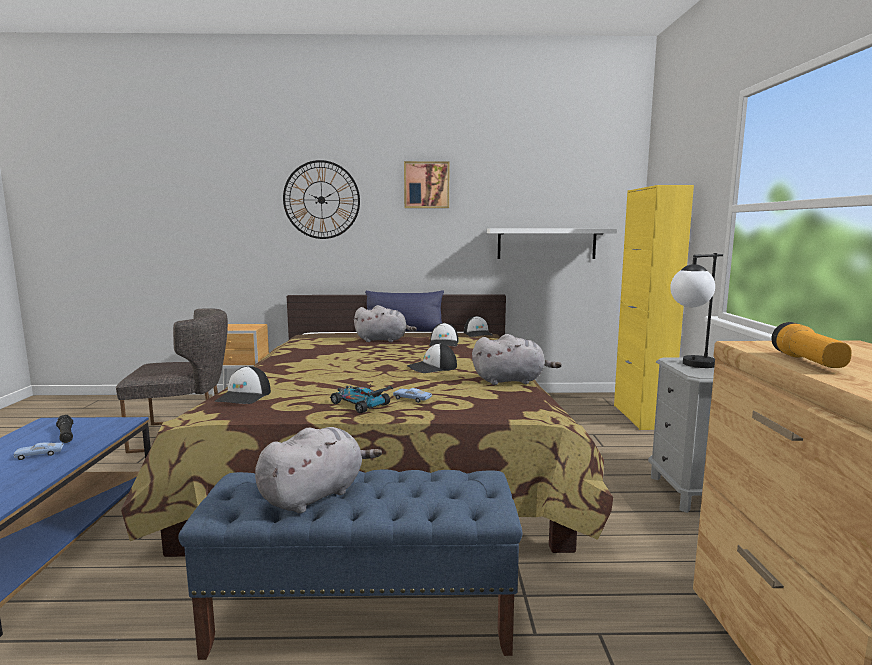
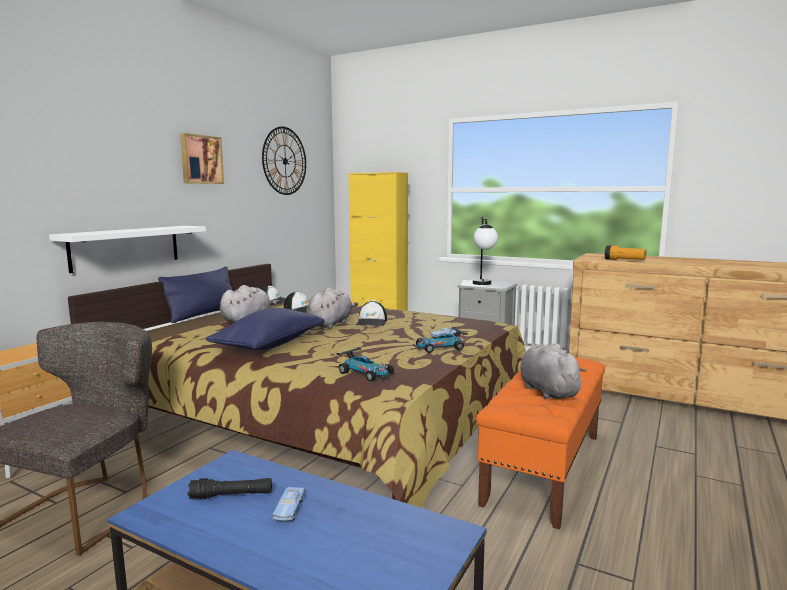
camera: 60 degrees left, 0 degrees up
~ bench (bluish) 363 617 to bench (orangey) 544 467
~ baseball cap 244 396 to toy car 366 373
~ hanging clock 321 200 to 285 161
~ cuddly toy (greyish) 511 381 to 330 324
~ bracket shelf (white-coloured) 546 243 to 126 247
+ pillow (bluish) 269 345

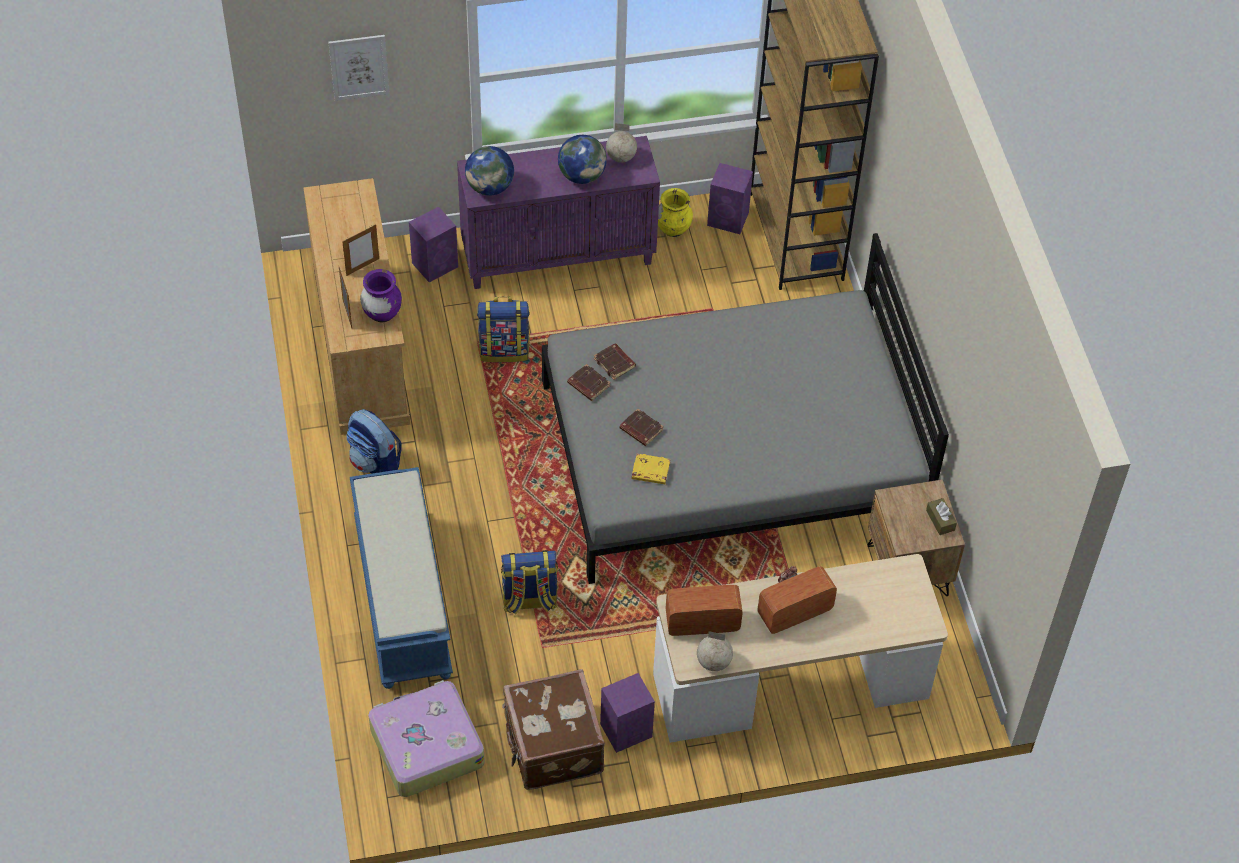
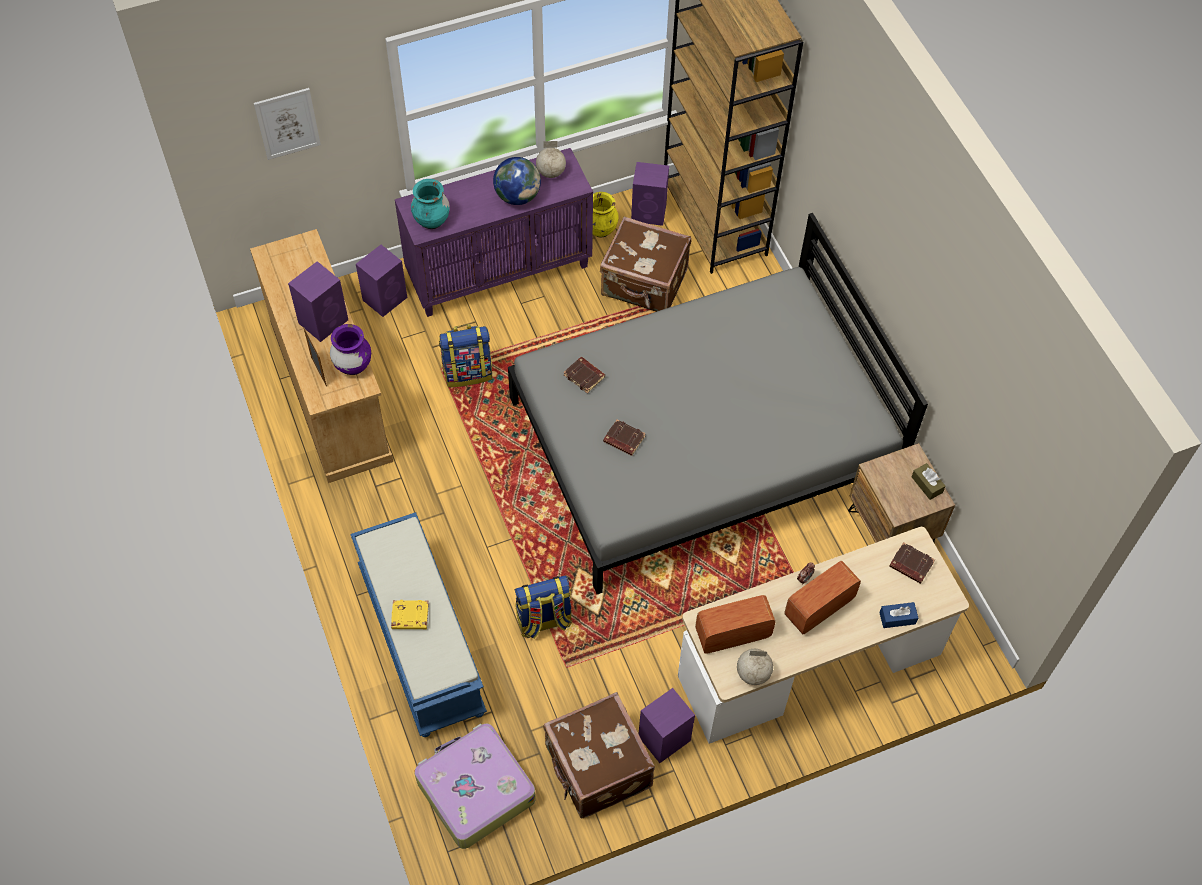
camera: 10 degrees left, 5 degrees up
~ photo frame 362 267 to audio speaker (purplish) 324 321
- rucksack 375 463
~ globe 490 187 to vase (turquoise) 432 221
~ volume (brown-coloured) 588 385 to 910 565
~ volume (yellow) 650 471 to 409 617
+ suitcase (brown-coloured) 644 284
+ tissue box (bluish) 897 618

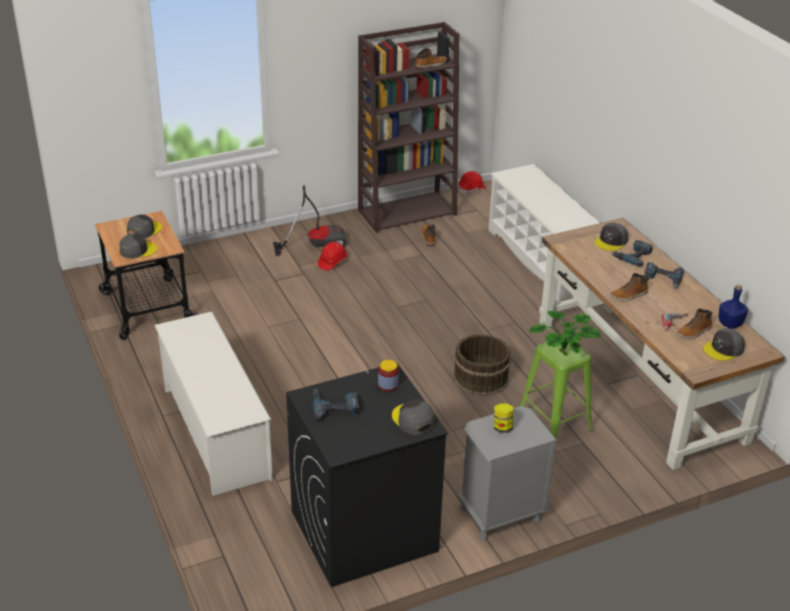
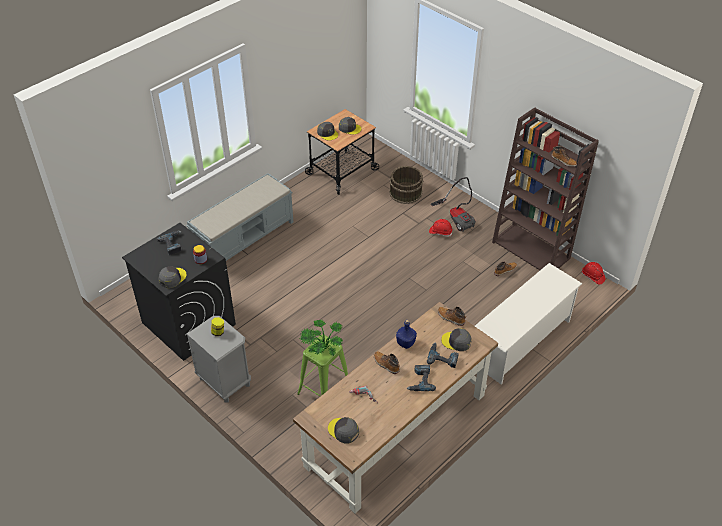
camera: 70 degrees right, 10 degrees up
~ shoe rack (white-coloured) 215 432 to bench (greyish) 245 238
~ pail (brown-coloured) 480 378 to 405 192
~ boot 694 332 to 450 318
~ beverage bottle (bluish) 730 323 to 406 343

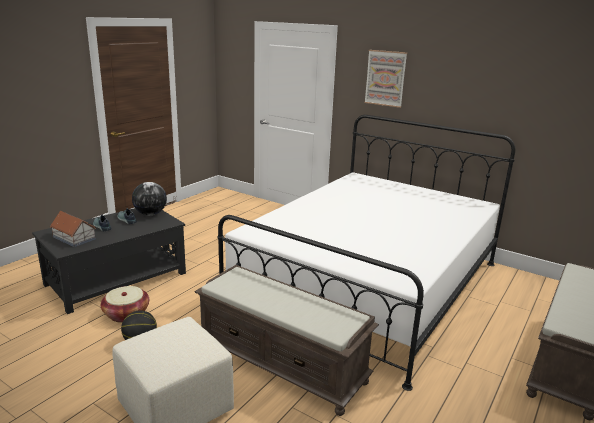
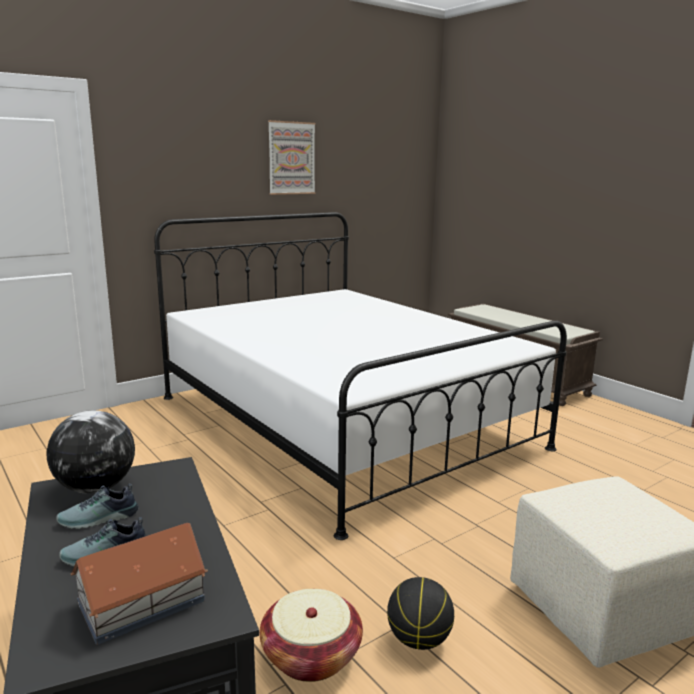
camera: 70 degrees left, 5 degrees down
- bench (brown-coloured) 282 363
~ wall art 385 78 to 291 158

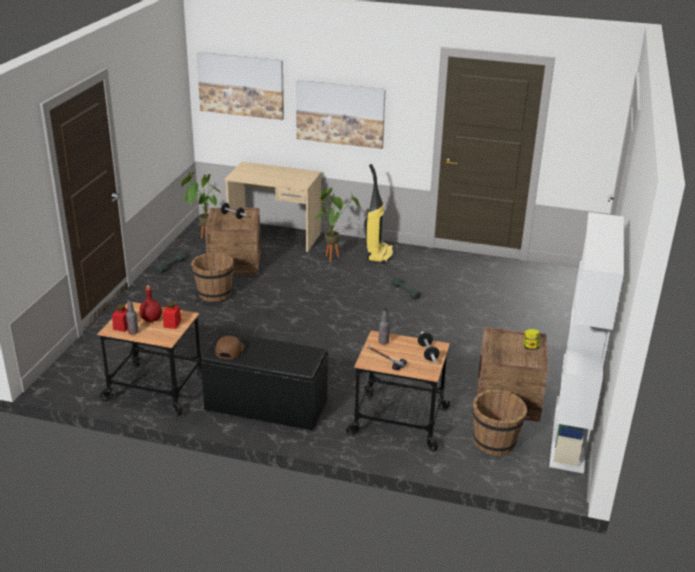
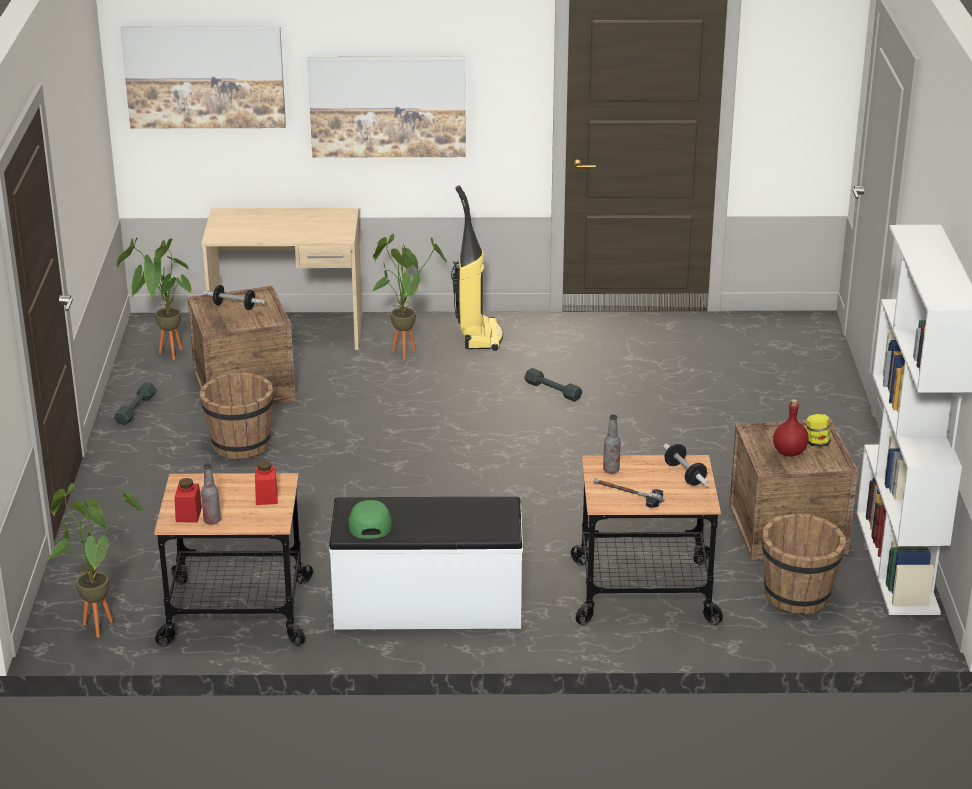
camera: 15 degrees left, 0 degrees up
~ beverage bottle (reddish) 151 319 to 789 452
~ bench (black) 266 405 to bench (white-coloured) 428 605
~ baseball cap (brown-coloured) 229 350 to baseball cap (greenish) 369 524
+ potted plant 100 623

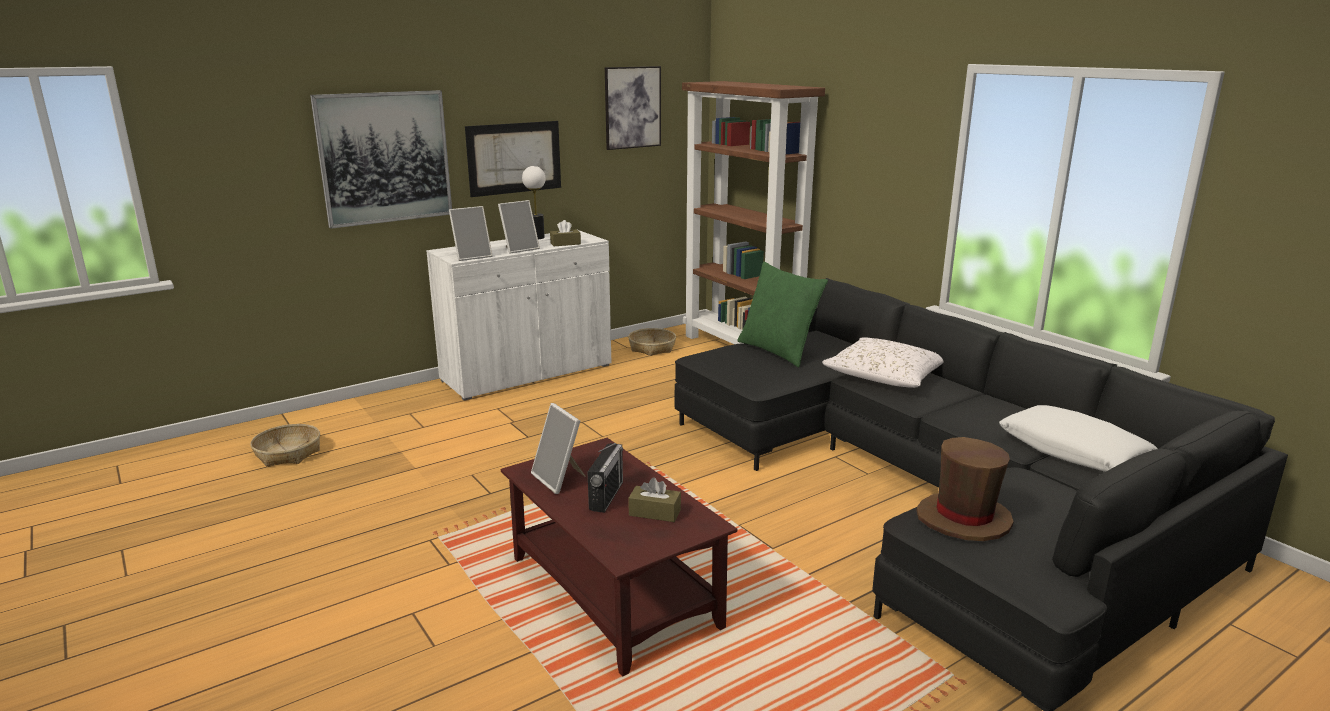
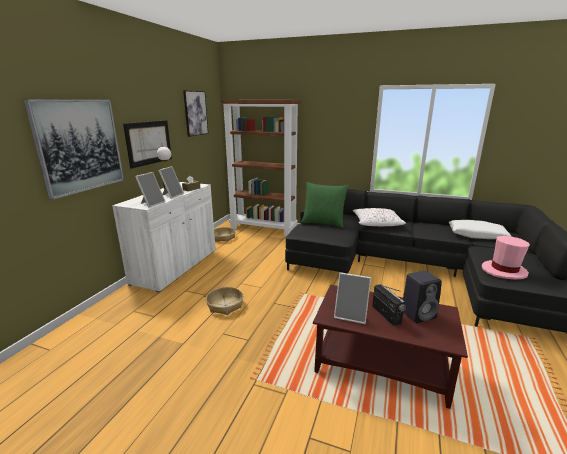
camera: 35 degrees left, 0 degrees up
~ household basket 288 453 to 225 305
~ tissue box (brown-coloured) 654 512 to audio speaker (black) 418 314
~ clothing hat (brown-coloured) 963 519 to clothing hat (pink) 504 271

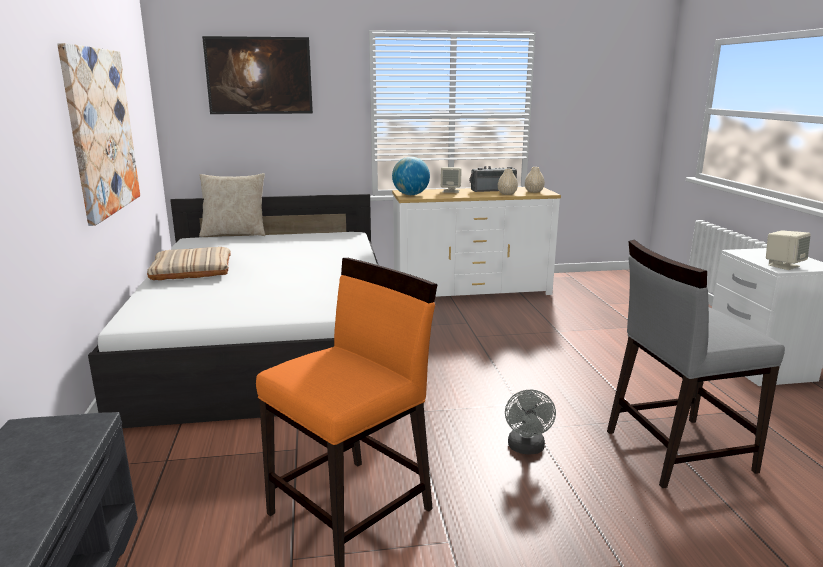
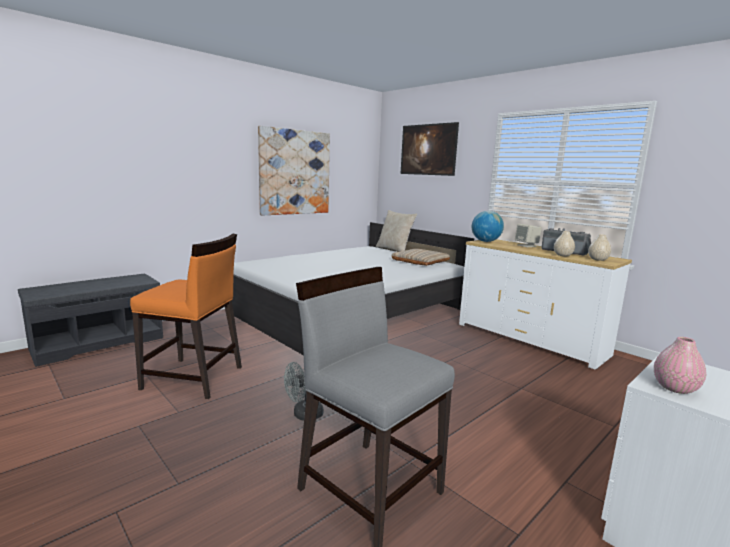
camera: 55 degrees right, 5 degrees down
~ pillow (beige) 192 270 to 420 261
~ audio speaker (beige) 783 265 to vase (pink) 675 388

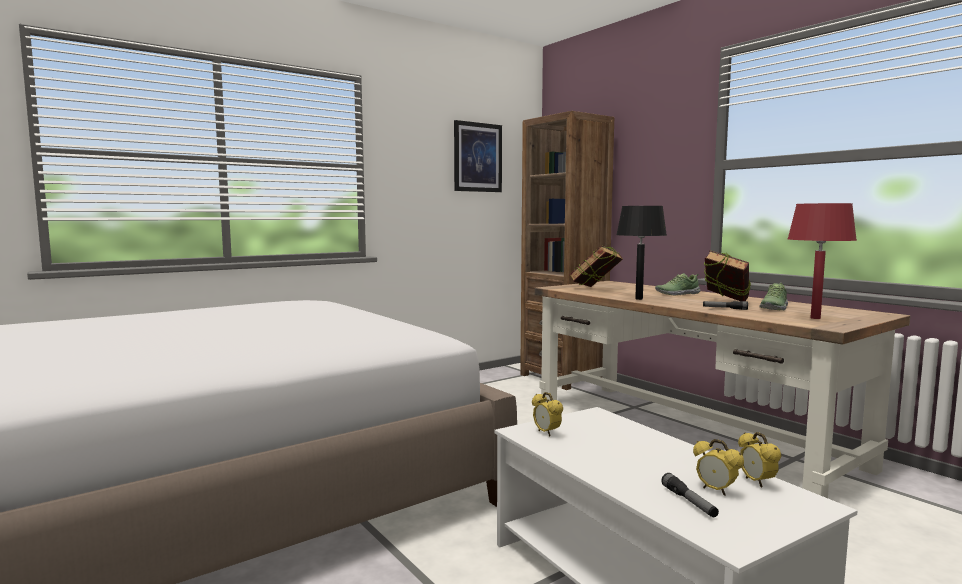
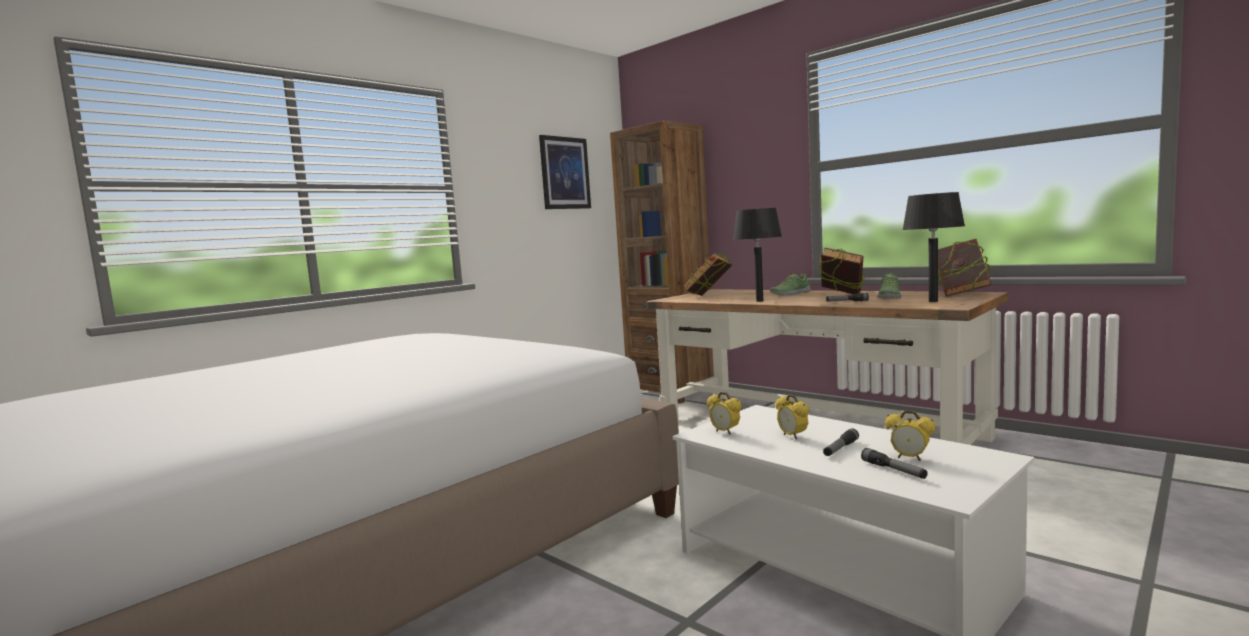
camera: 10 degrees left, 0 degrees up
~ table clock 757 482 to 792 436
~ lamp for a table (reddish) 815 318 to lamp for a table (black) 933 301
+ hand torch 840 449
+ volume 961 294

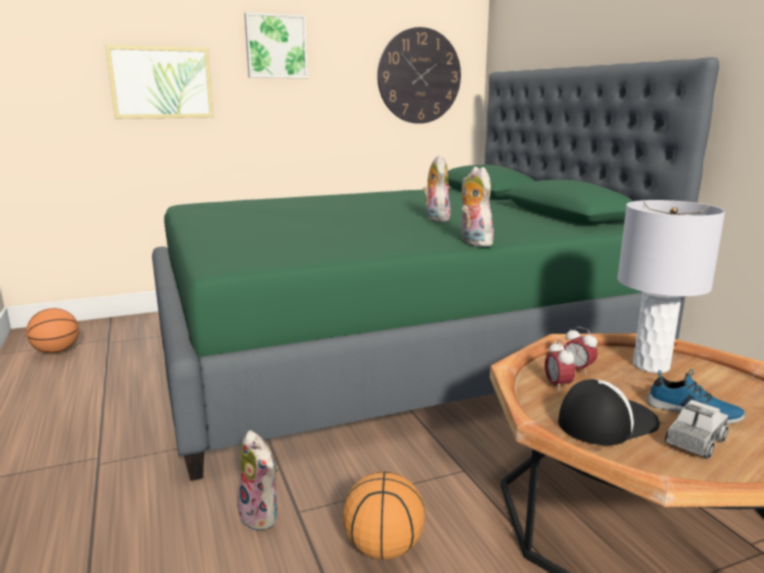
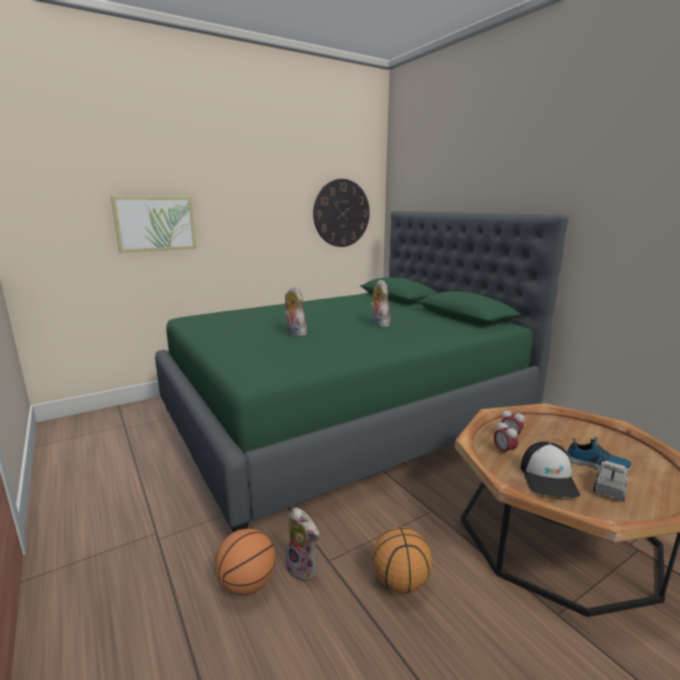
camera: 10 degrees left, 0 degrees up
~ basketball 56 352 to 247 584
- wall art 276 46
~ cuddly toy 473 242 to 294 333
~ baseball cap 606 422 = 549 478 135 degrees clockwise
- lamp for a table (greyish) 651 365

